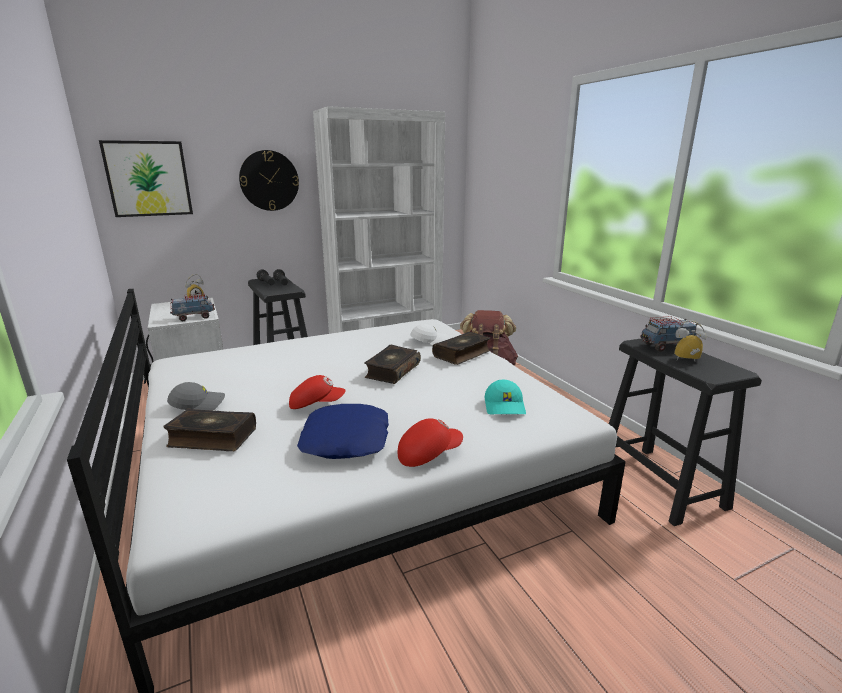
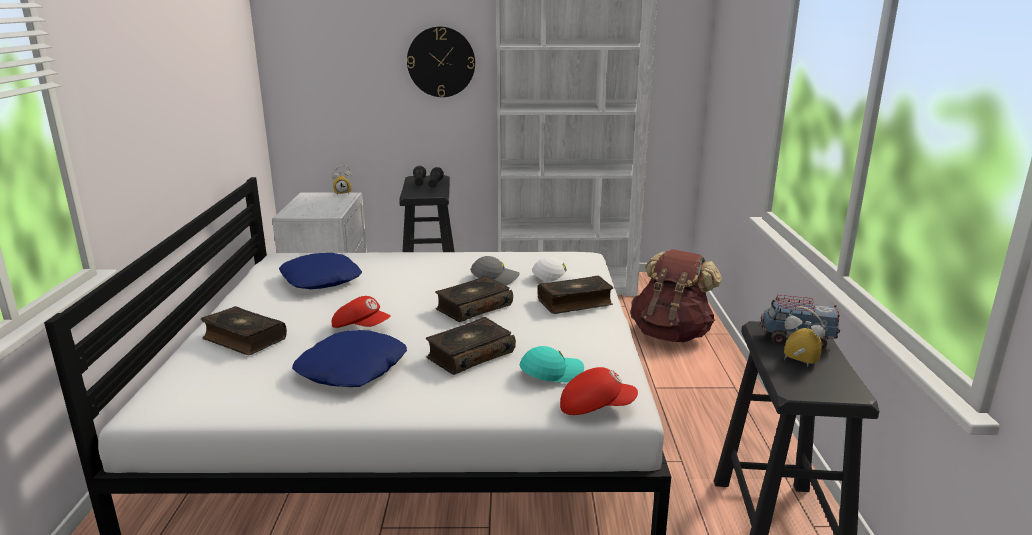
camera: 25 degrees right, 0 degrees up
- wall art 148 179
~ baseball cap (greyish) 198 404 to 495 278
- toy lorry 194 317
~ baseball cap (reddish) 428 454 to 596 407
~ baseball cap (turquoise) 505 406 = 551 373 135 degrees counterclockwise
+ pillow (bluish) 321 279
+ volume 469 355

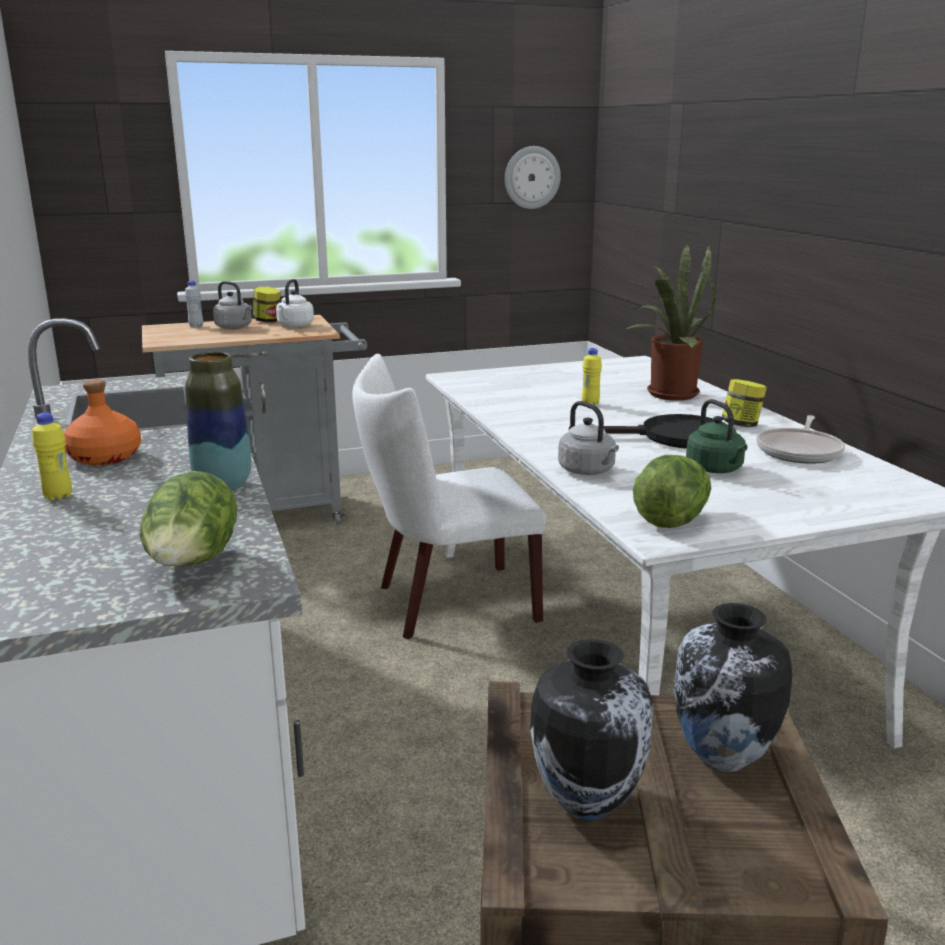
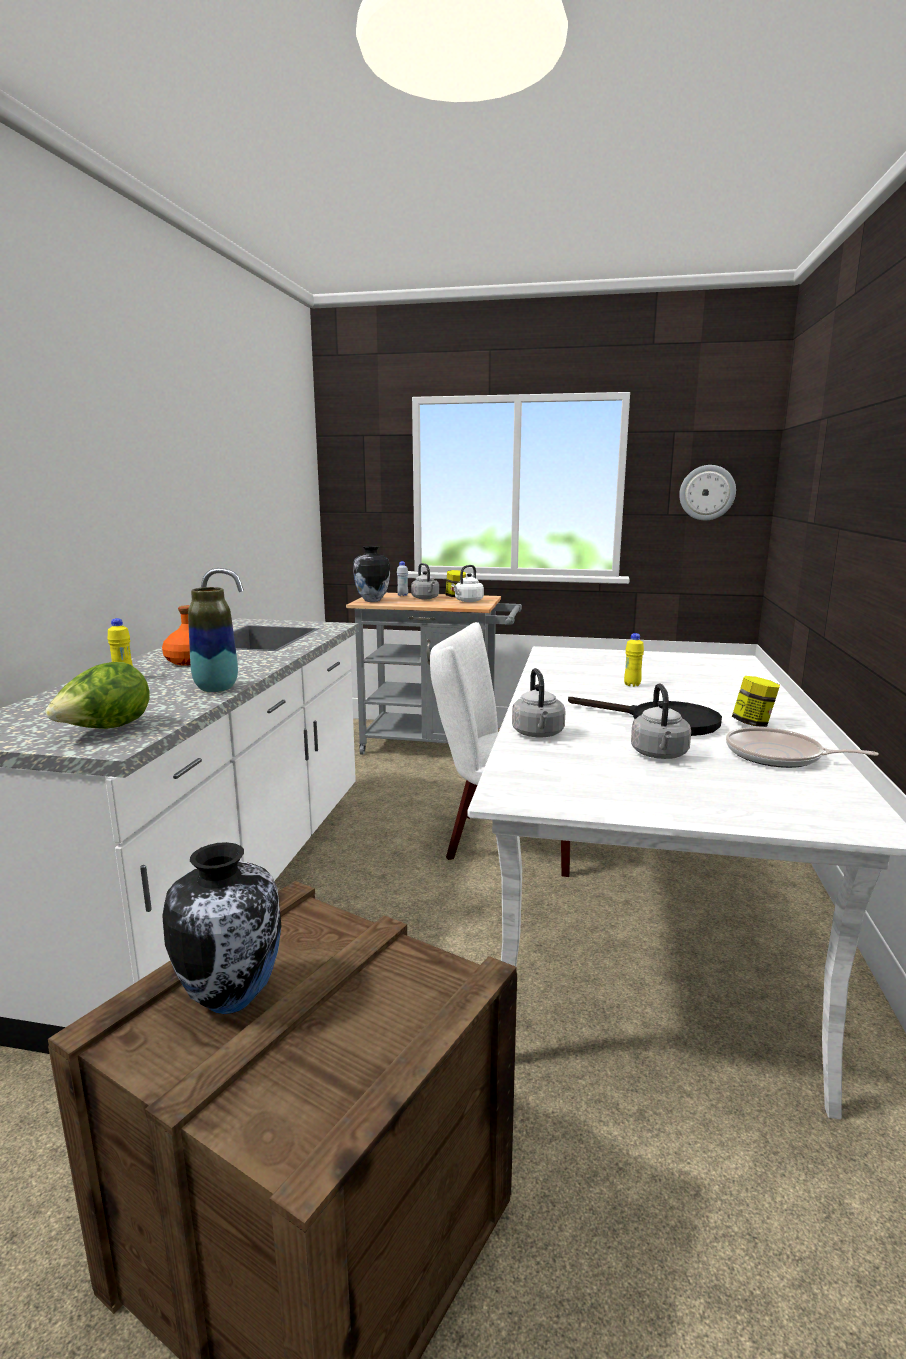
camera: 30 degrees right, 5 degrees down
- potted plant 667 394
- lettuce head 671 519
~ vase 722 758 to 372 600
~ water kettle (greenish) 716 469 to water kettle (greyish) 659 755
~ skillet 800 451 = 778 756 60 degrees clockwise

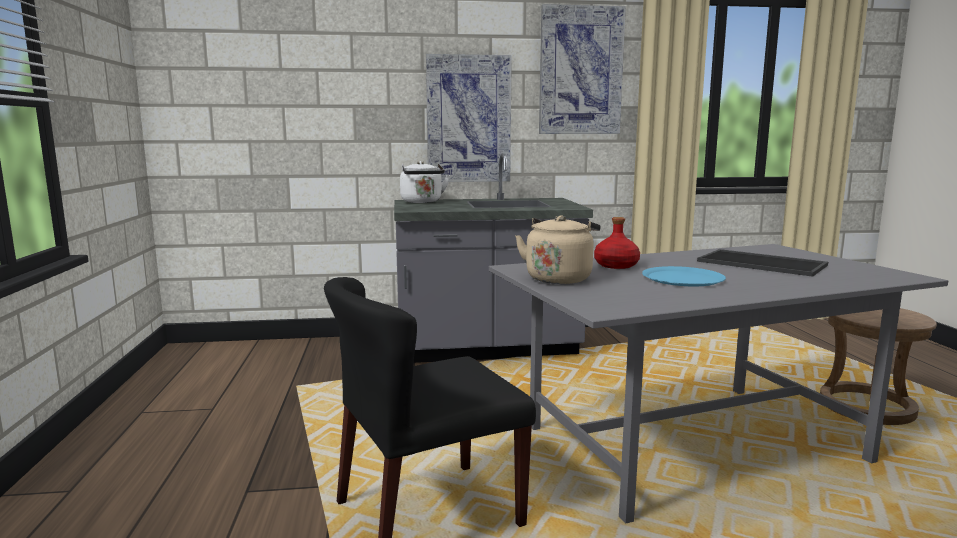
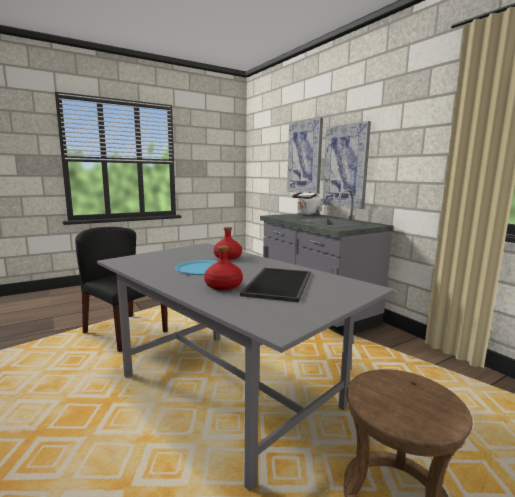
camera: 65 degrees right, 0 degrees up
- water kettle (beige) 559 278
~ wall art 580 71 to 305 157
+ beverage bottle (reddish) 223 286

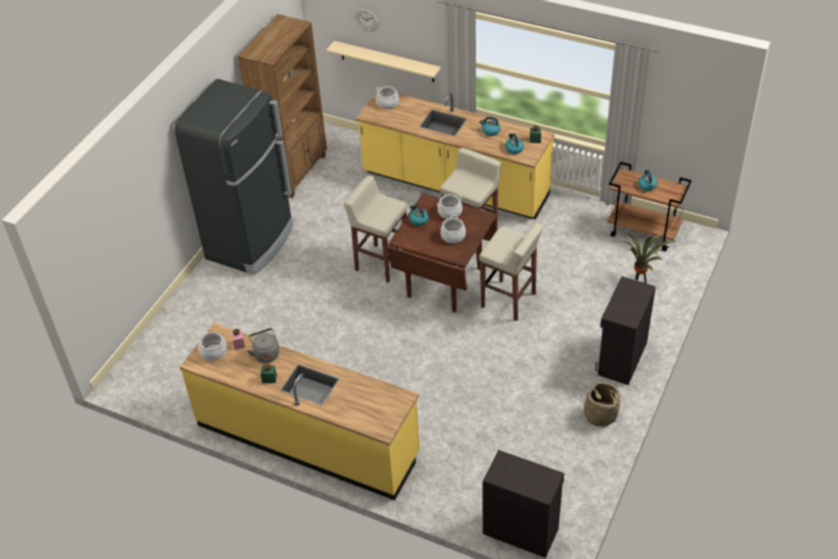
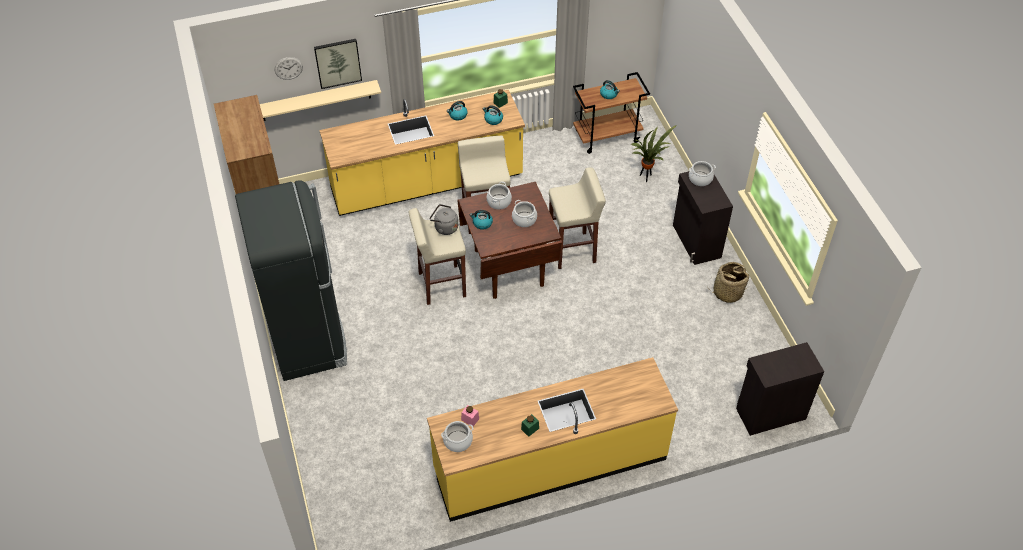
camera: 45 degrees left, 5 degrees up
~ water kettle (greyish) 266 353 to 444 227
~ saucepot 387 103 to 700 179
+ wall art 338 63

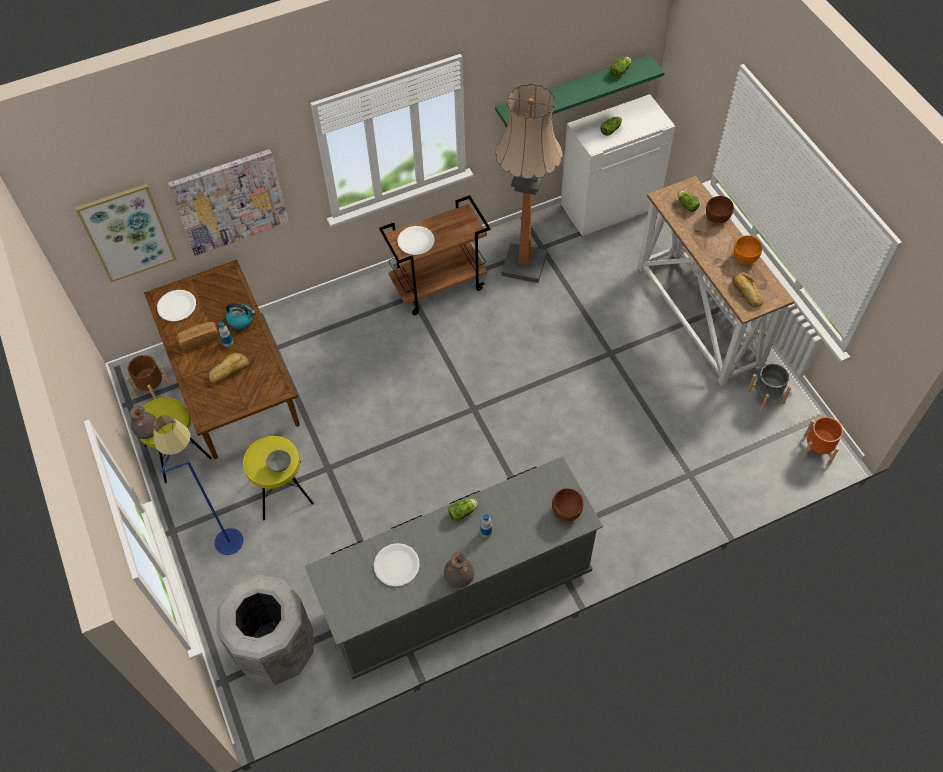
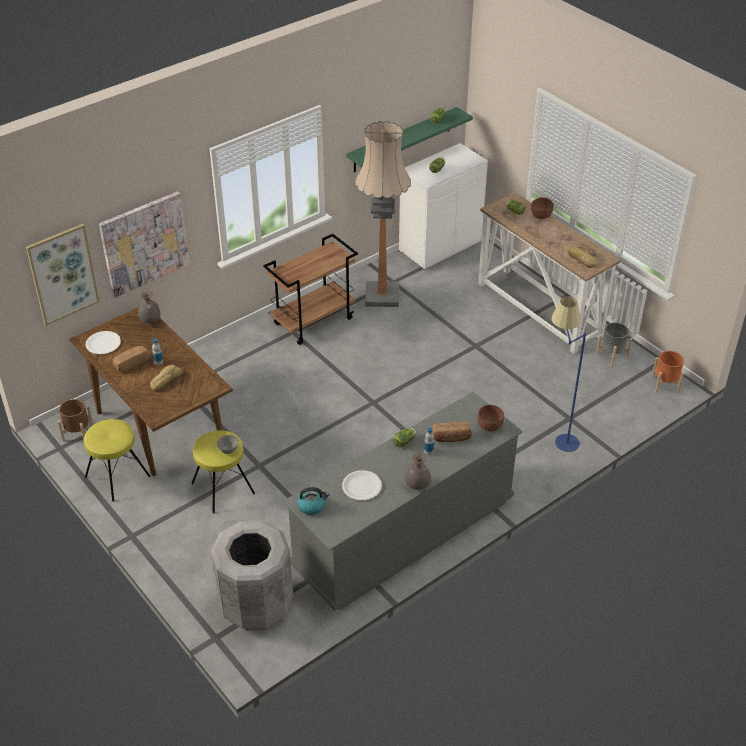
camera: 15 degrees left, 15 degrees down
~ vase (greyish) 147 432 to 150 321
~ standing lamp (bluish) 221 532 to 557 438
~ water kettle 241 320 to 312 506
- dinner plate (white-coloured) 416 241
- deep dish (orangey) 745 258
+ baked bread 451 438

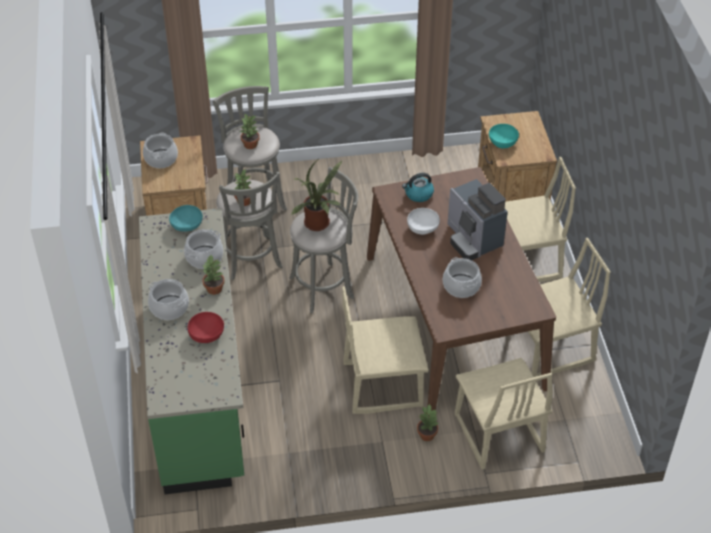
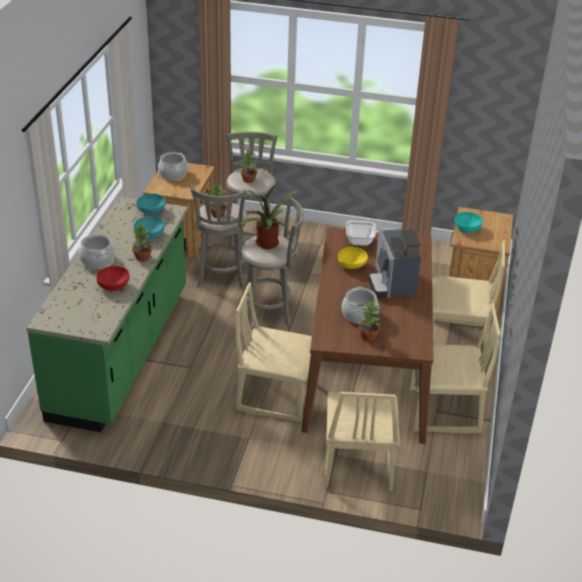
camera: 20 degrees right, 10 degrees down
~ saucepot 204 257 to deep dish (turquoise) 150 234
~ water kettle 418 194 to skillet 363 241
~ deep dish (white-coloured) 423 228 to deep dish (yellow) 352 266
~ potted plant 427 435 to 368 336

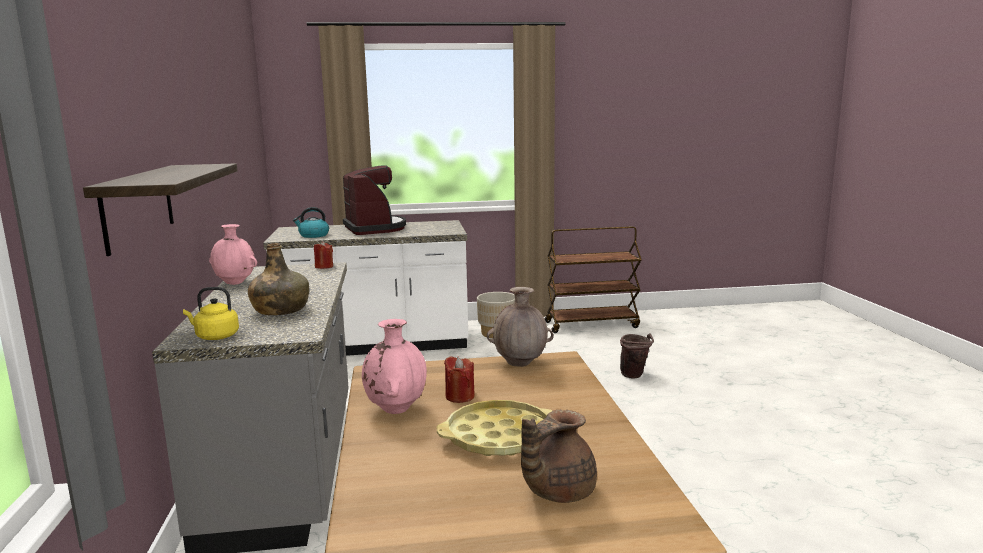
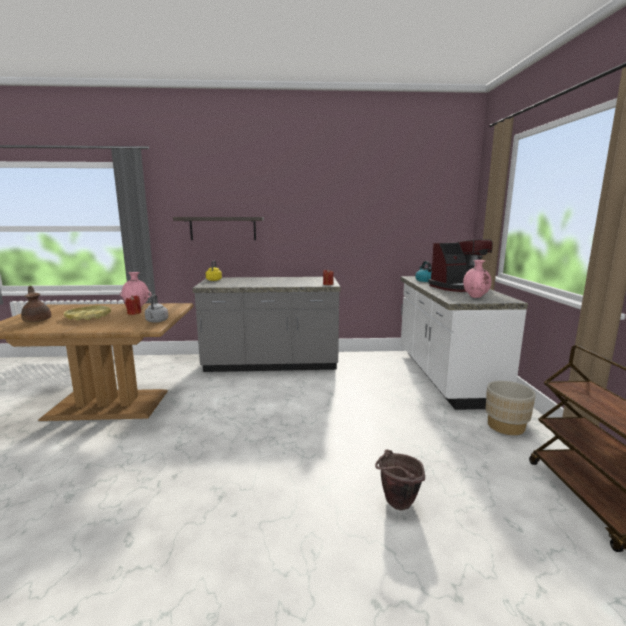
camera: 95 degrees right, 0 degrees up
~ vase (pink) 235 283 to 475 297
- beverage bottle (greenish) 280 310
~ vase (brown-coloured) 520 363 to water kettle (greyish) 156 321

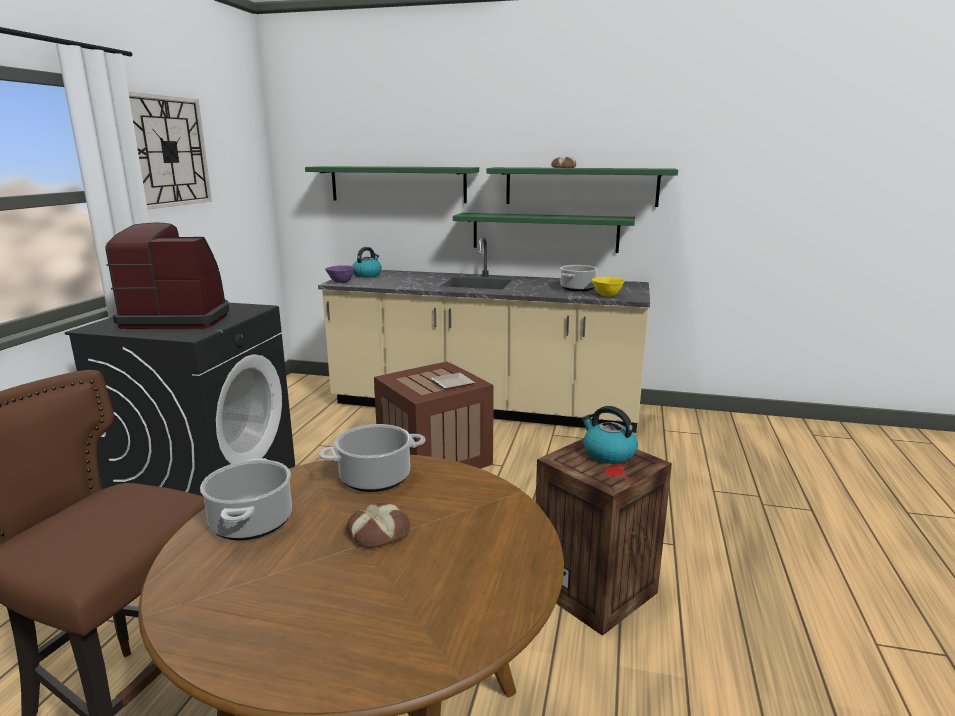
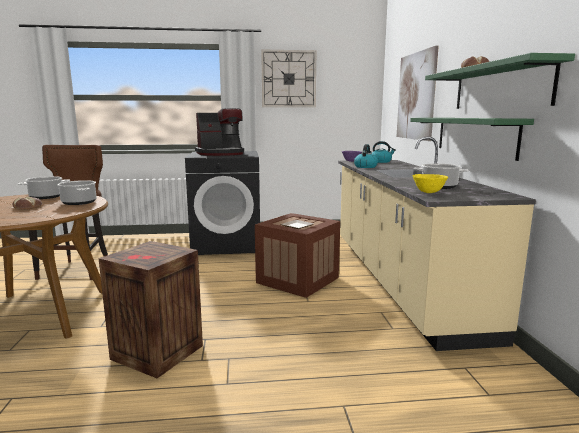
camera: 70 degrees right, 5 degrees down
~ coffee machine 178 319 = 221 153 90 degrees clockwise
~ bracket shelf (greenish) 398 184 to wall art 416 96
~ water kettle 608 454 to 365 166

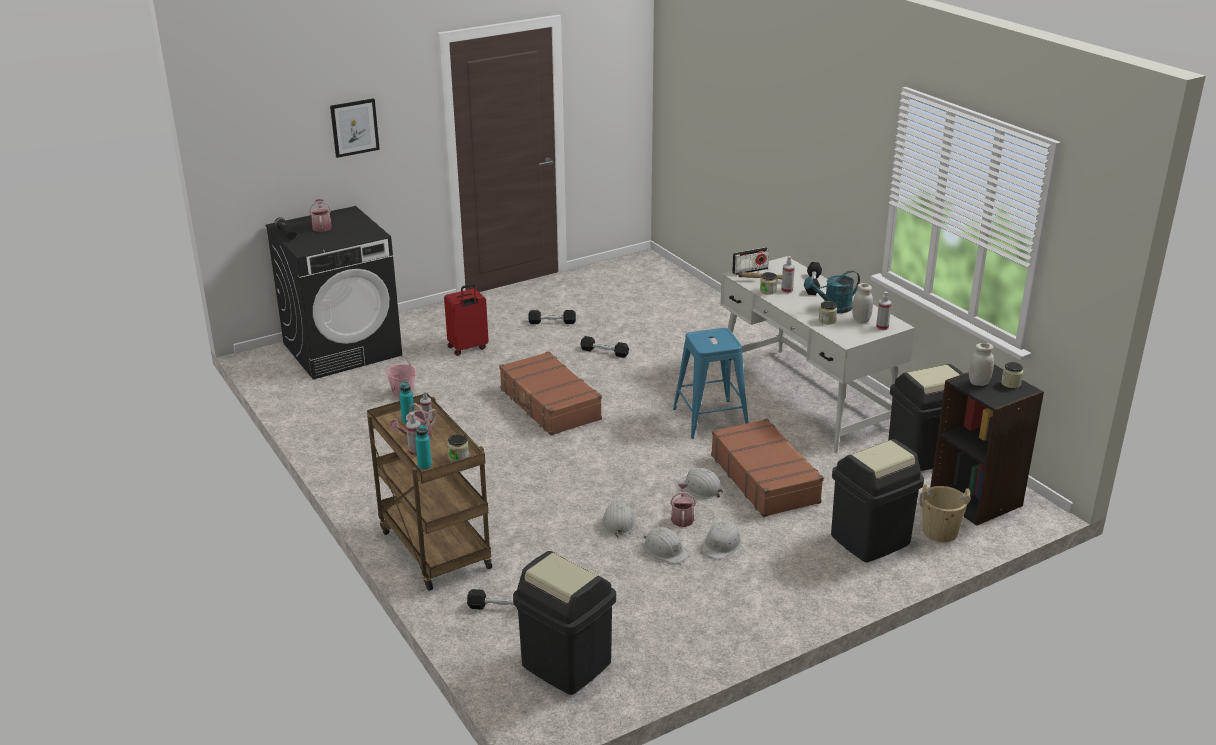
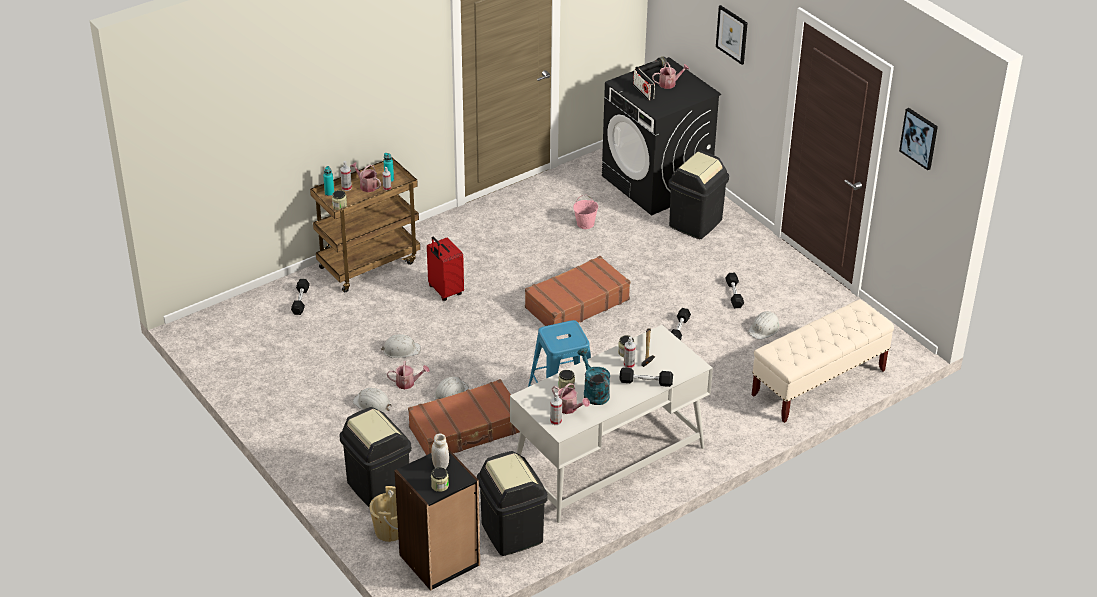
camera: 85 degrees right, 10 degrees up
~ suitcase (reddish) 468 348 to 444 291
~ waste bin (black) 565 665 to 695 223
~ safety helmet (white-coloured) 665 550 to 764 328
~ radio 750 270 to 643 92
~ storage jar (white-coloured) 861 320 to watering pot 569 408
+ bench (beige) 818 383
+ wall art 919 138

